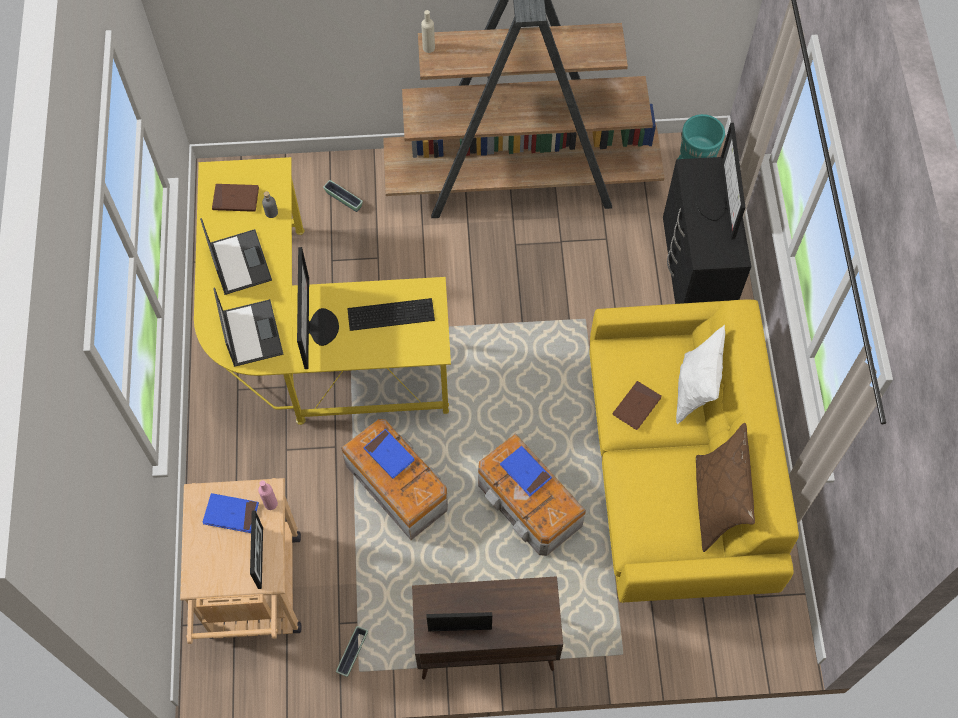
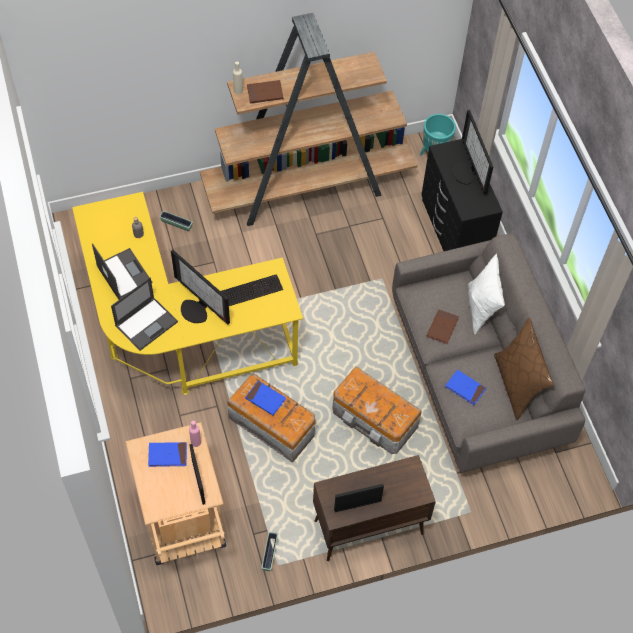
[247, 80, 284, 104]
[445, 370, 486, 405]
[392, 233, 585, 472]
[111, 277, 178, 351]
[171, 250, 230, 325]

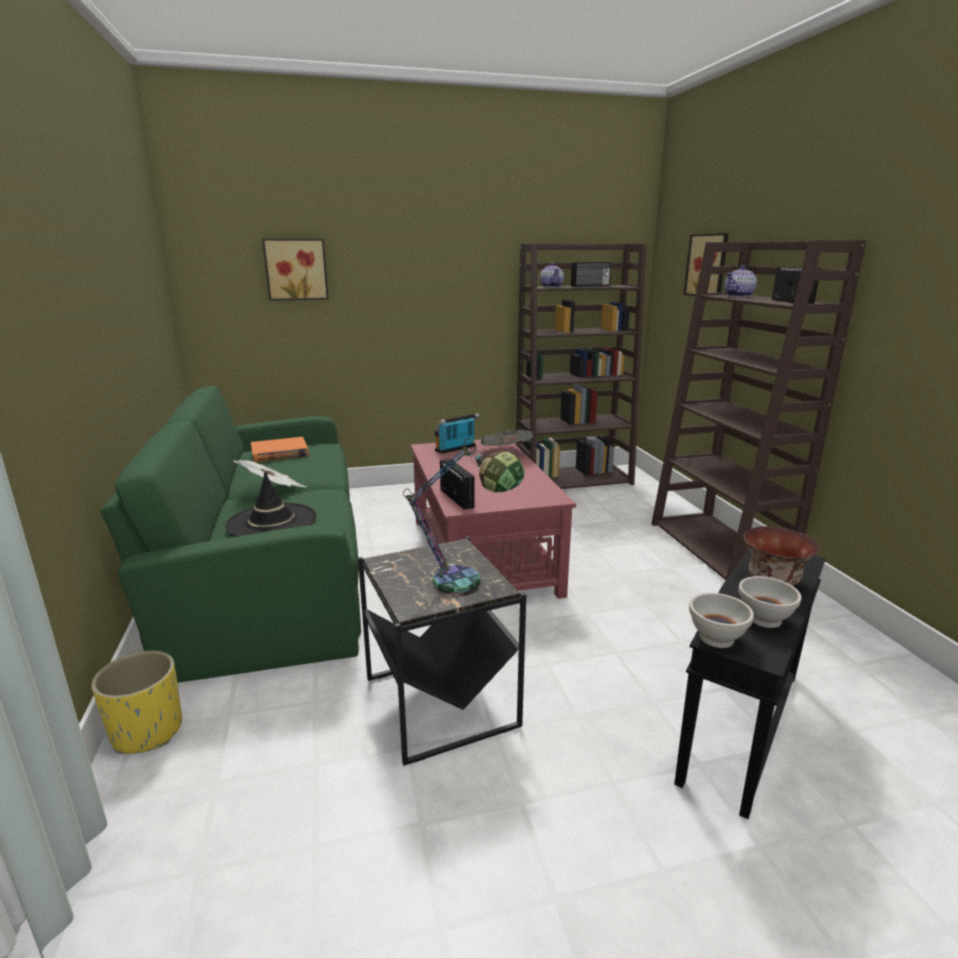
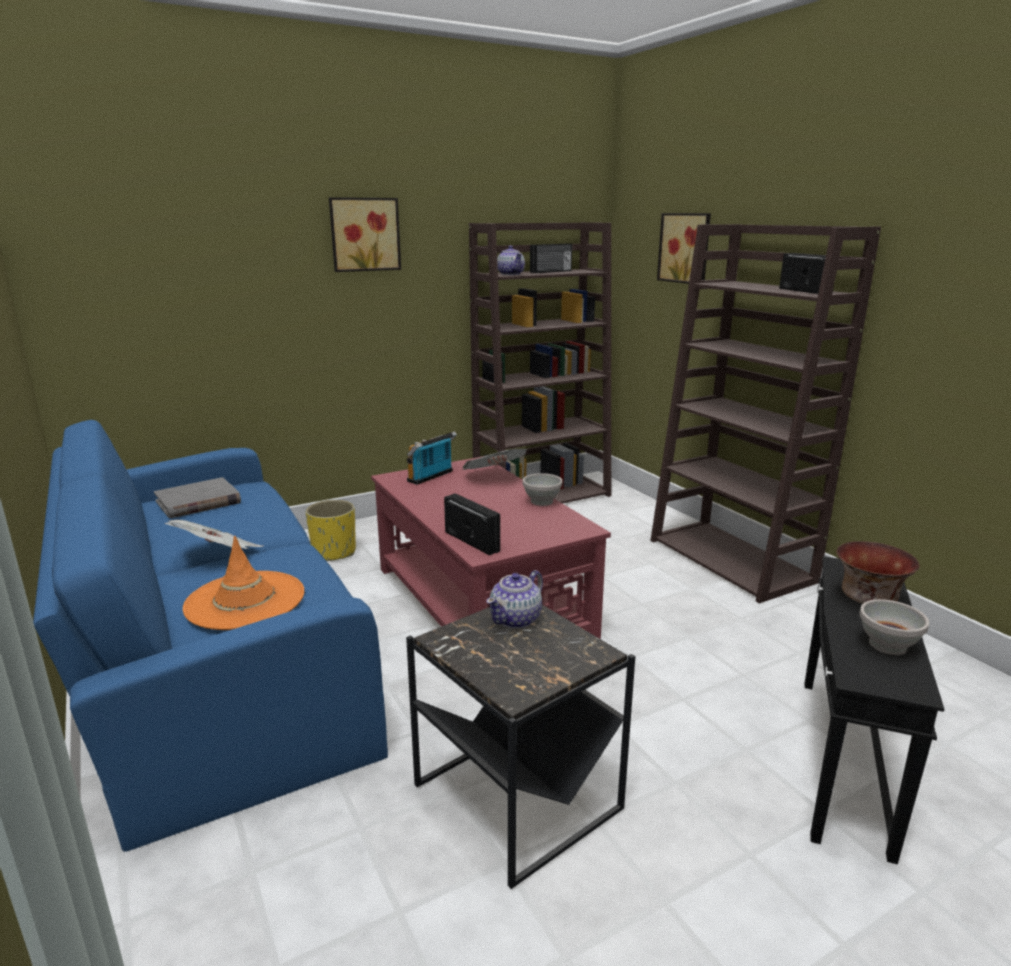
[403, 438, 525, 594] (first image)
[305, 500, 356, 561]
[329, 197, 401, 272]
[523, 473, 562, 506]
[486, 570, 543, 629]
[33, 420, 388, 852]
[183, 535, 304, 630]
[154, 477, 241, 518]

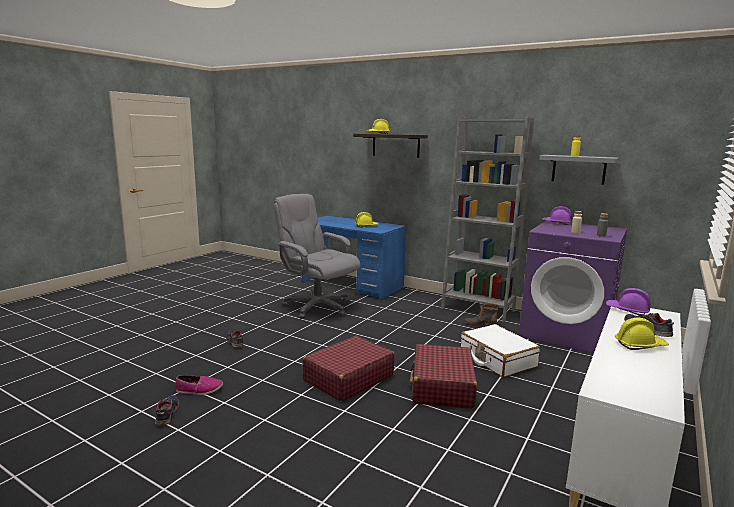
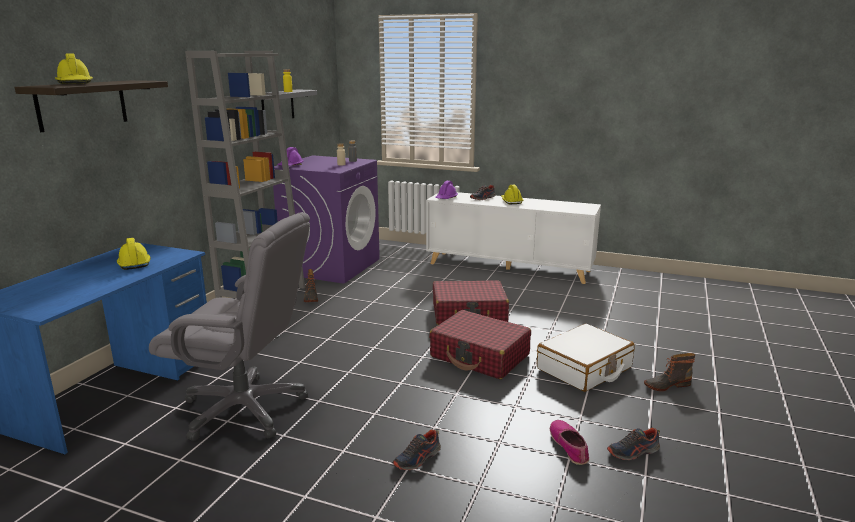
[644, 353, 695, 391]
[537, 324, 634, 392]
[149, 212, 310, 441]

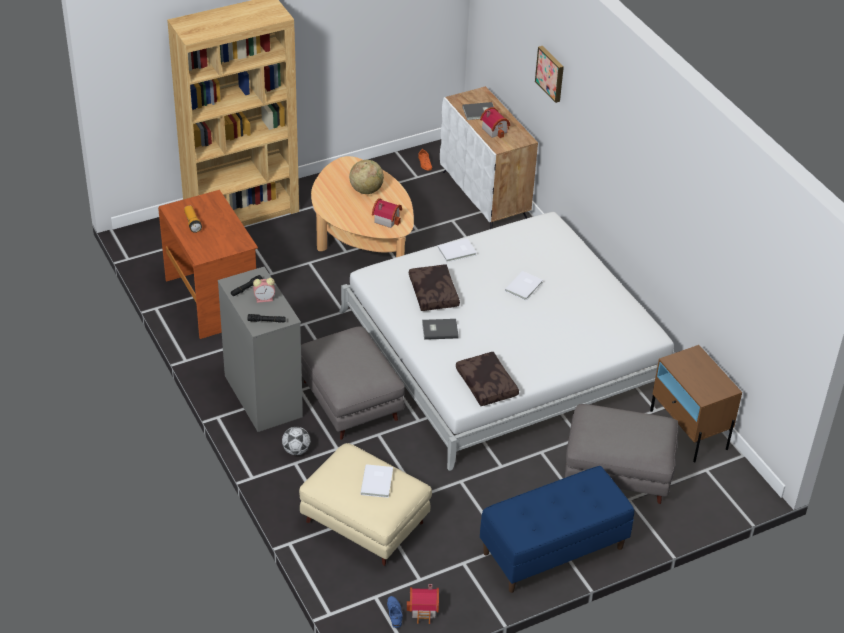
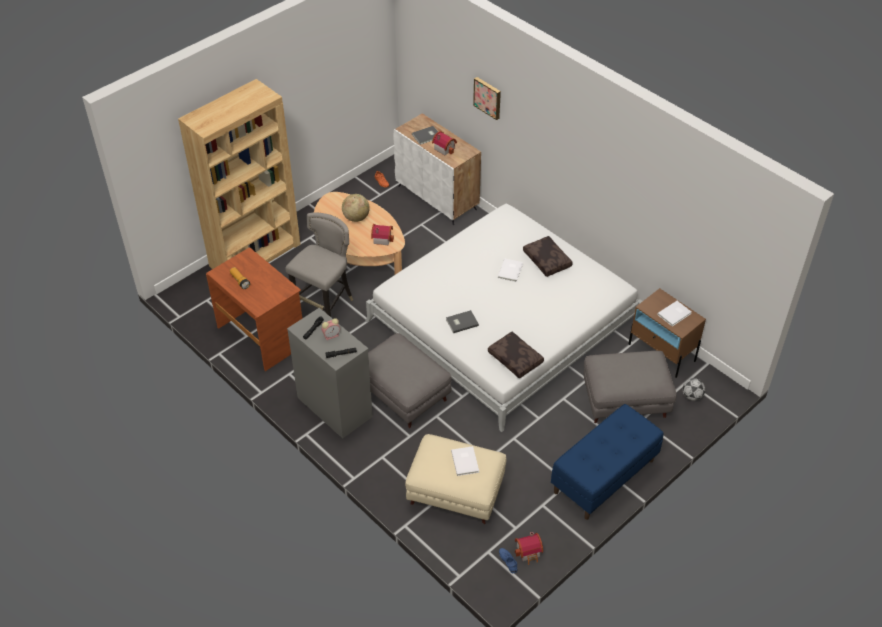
[285, 212, 353, 317]
[683, 378, 705, 401]
[523, 236, 573, 277]
[658, 301, 691, 326]

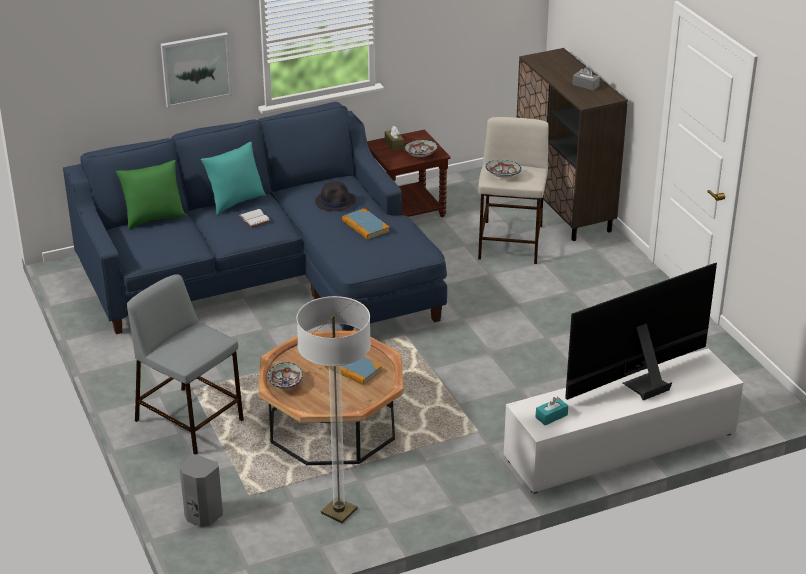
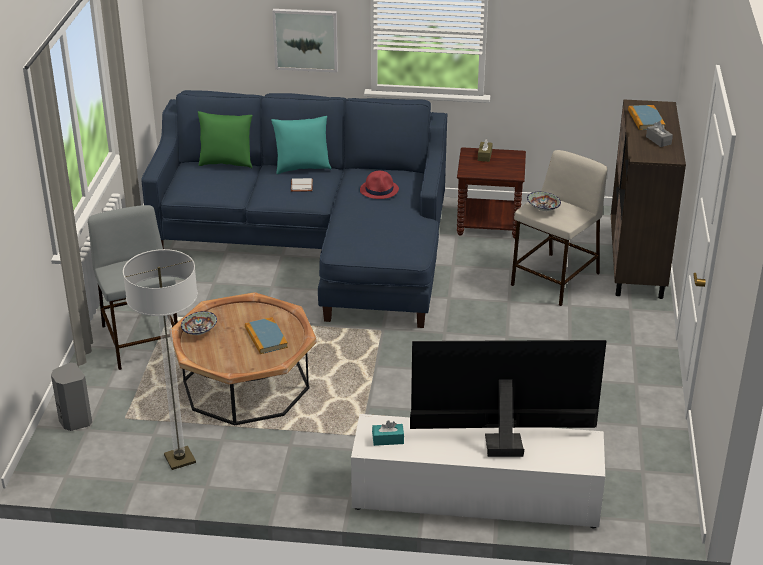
[404, 140, 438, 157] (first image)
[628, 105, 665, 130]
[360, 171, 399, 199]

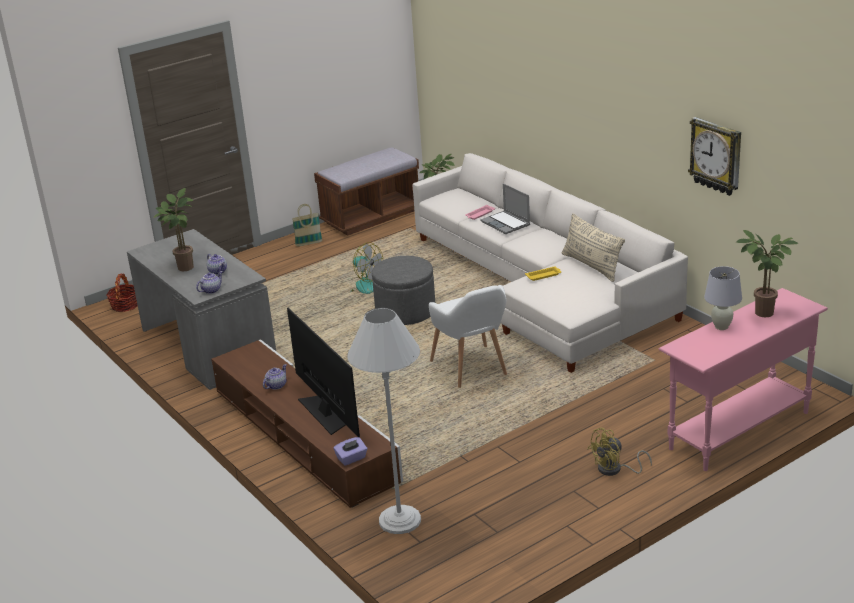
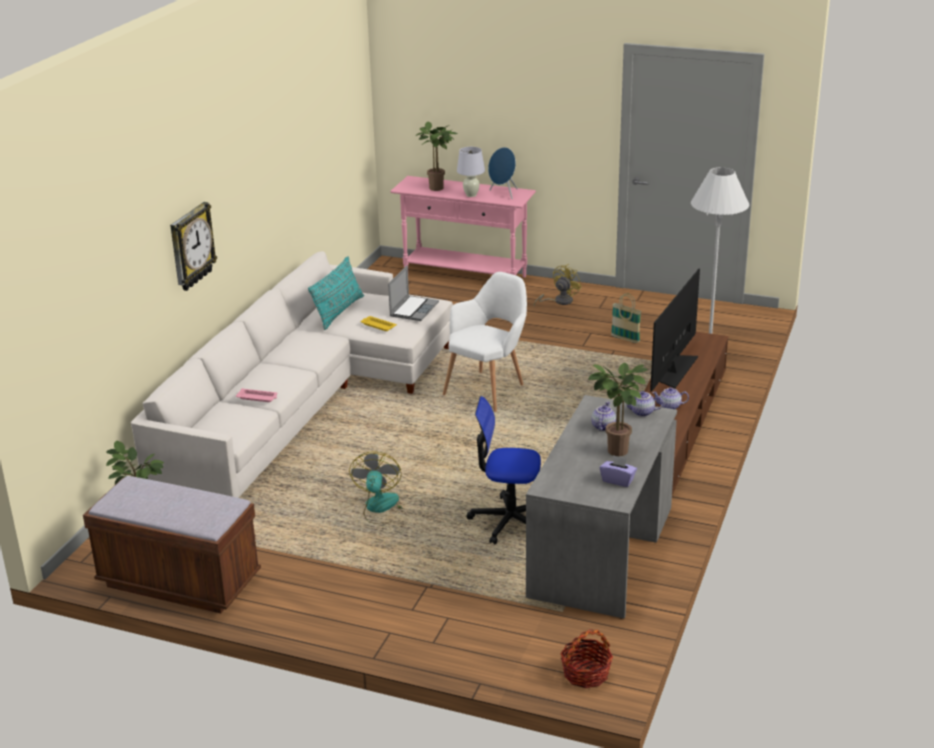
[372, 256, 435, 325] (first image)
[466, 396, 541, 544]
[488, 147, 518, 199]
[611, 293, 642, 343]
[600, 456, 637, 487]
[388, 265, 439, 321]
[170, 202, 217, 291]
[308, 256, 364, 330]
[534, 264, 582, 305]

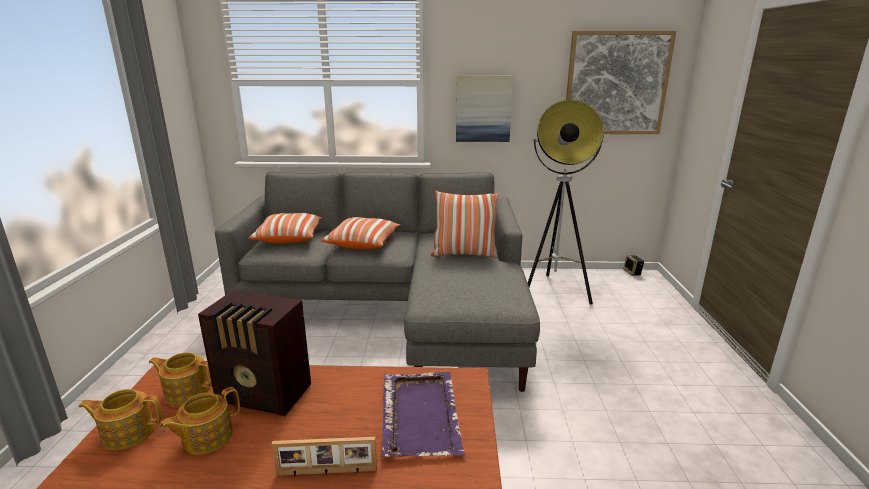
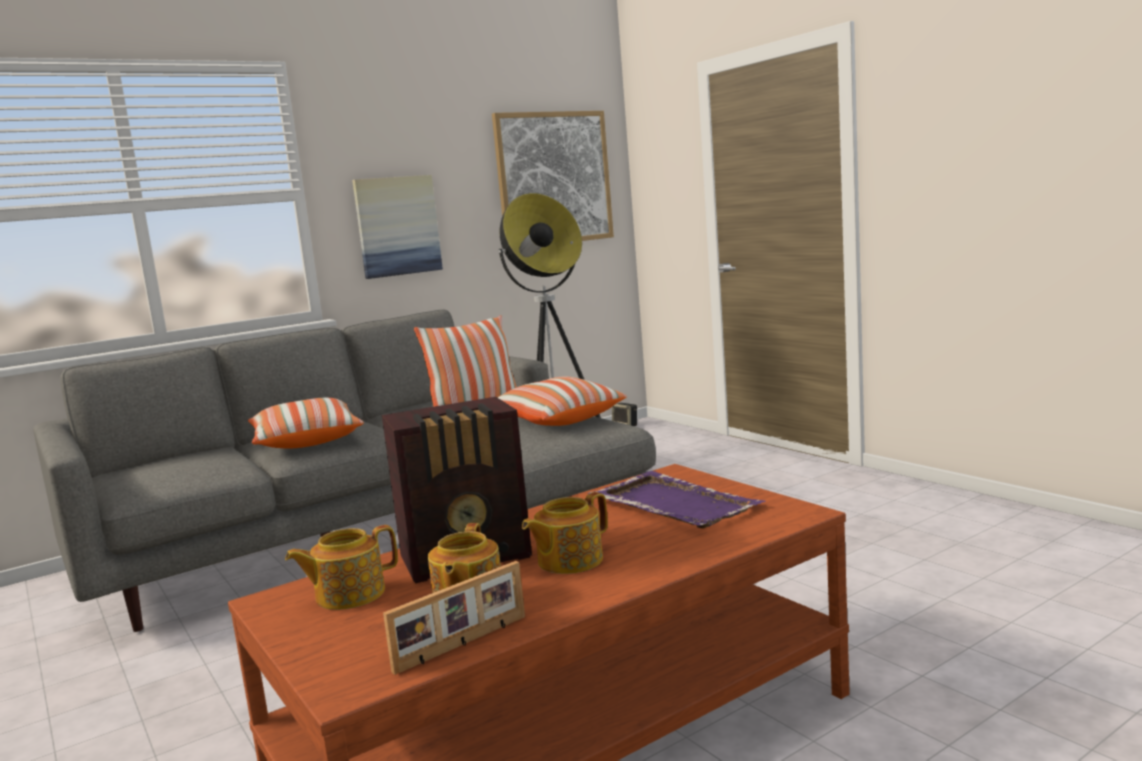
[522, 492, 608, 574]
[497, 377, 626, 426]
[383, 561, 525, 675]

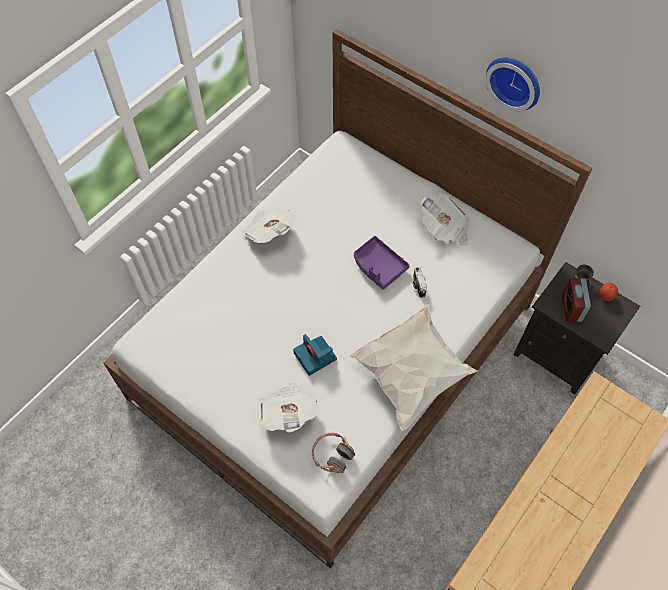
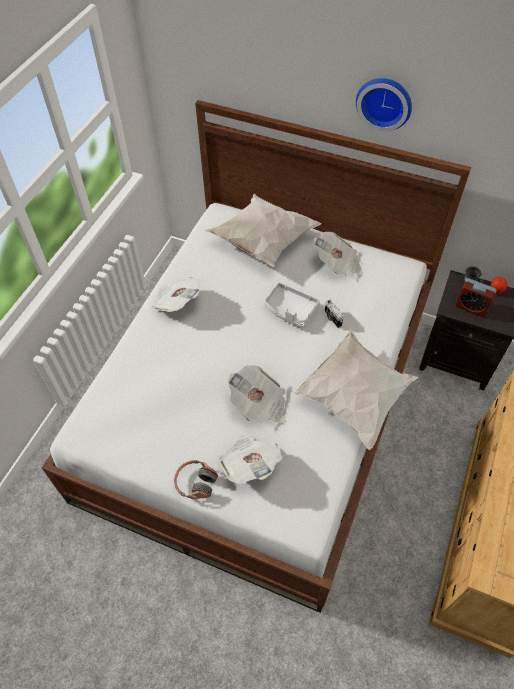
[205, 194, 321, 267]
[174, 460, 218, 499]
[228, 365, 285, 423]
[264, 282, 320, 328]
[455, 278, 496, 317]

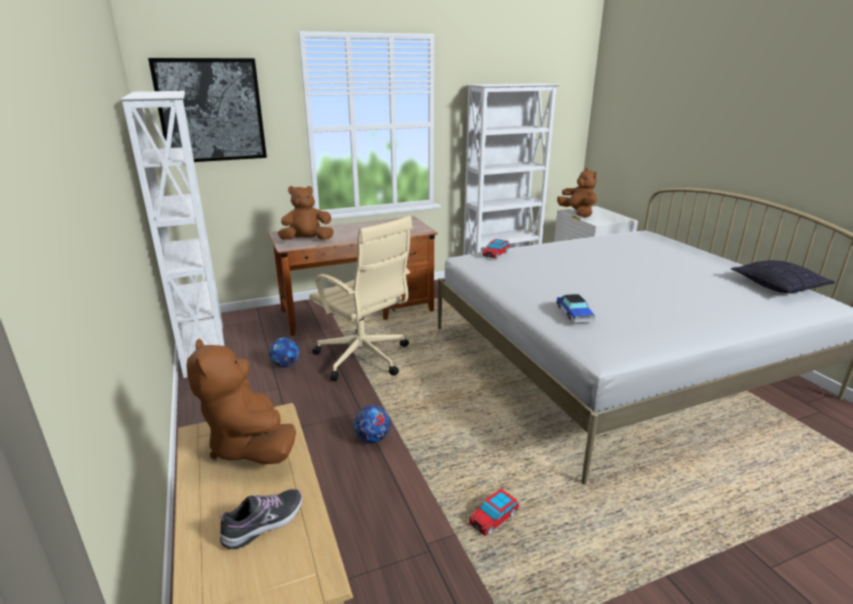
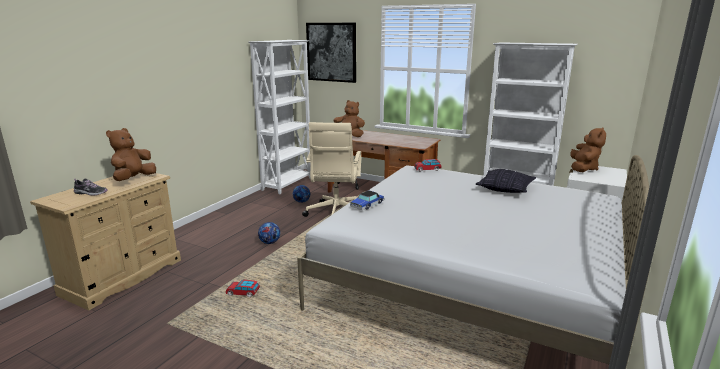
[476, 169, 536, 193]

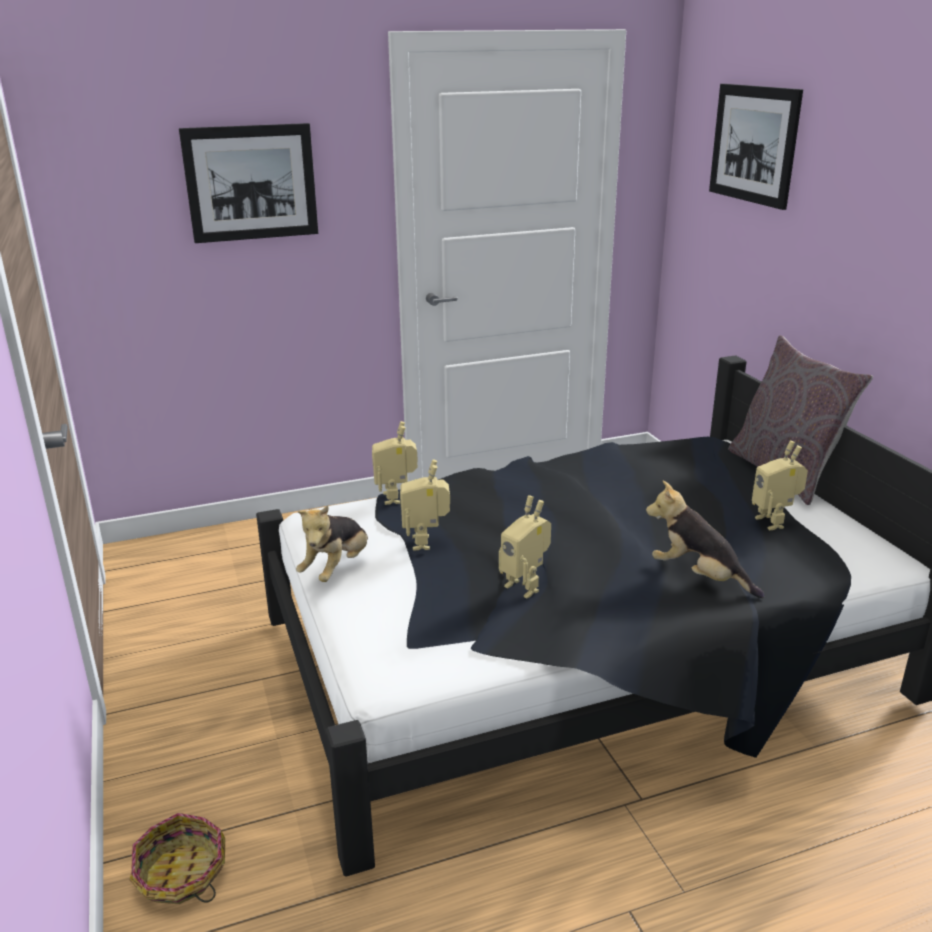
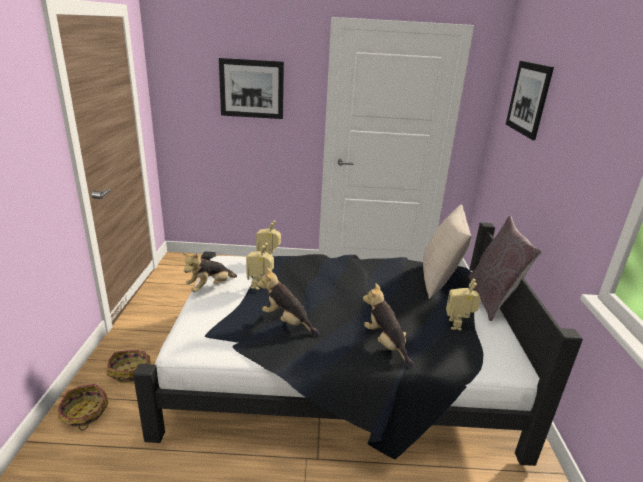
[106, 350, 151, 383]
[423, 205, 472, 299]
[257, 267, 320, 335]

